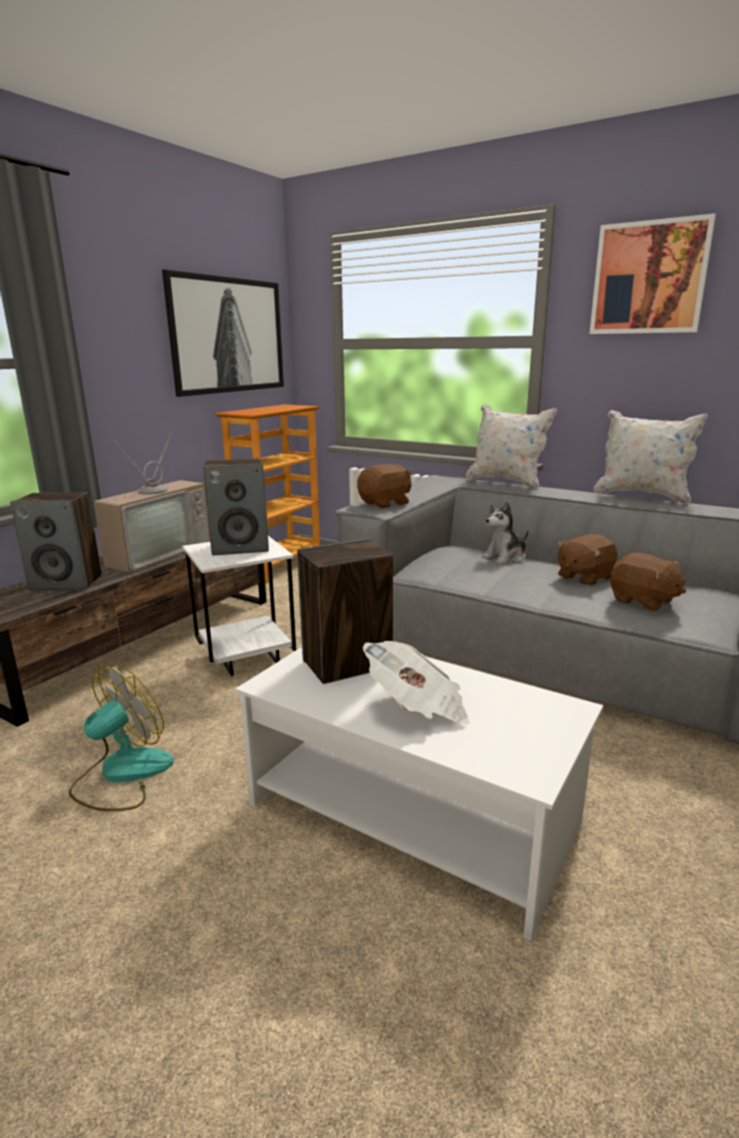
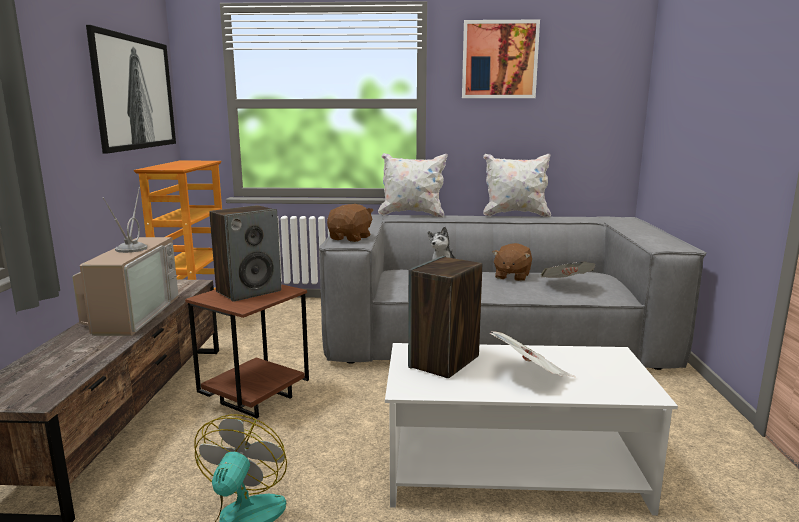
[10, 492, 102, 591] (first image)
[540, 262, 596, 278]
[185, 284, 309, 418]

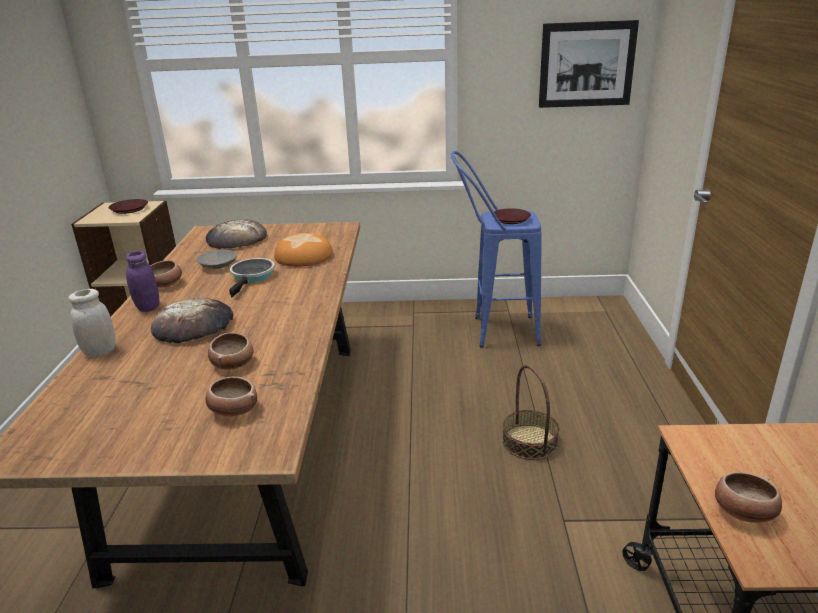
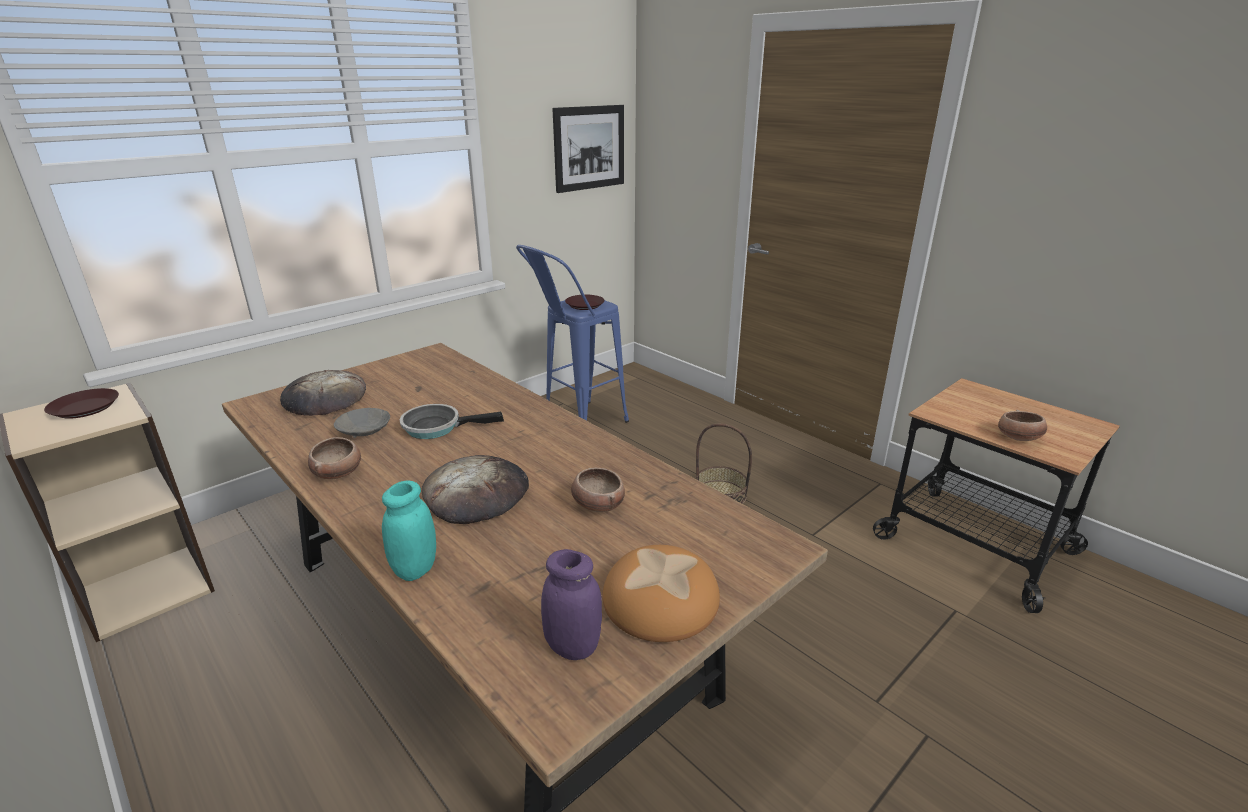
[205, 377, 257, 417] (first image)
[541, 549, 602, 660]
[603, 545, 720, 642]
[382, 481, 436, 581]
[400, 404, 504, 439]

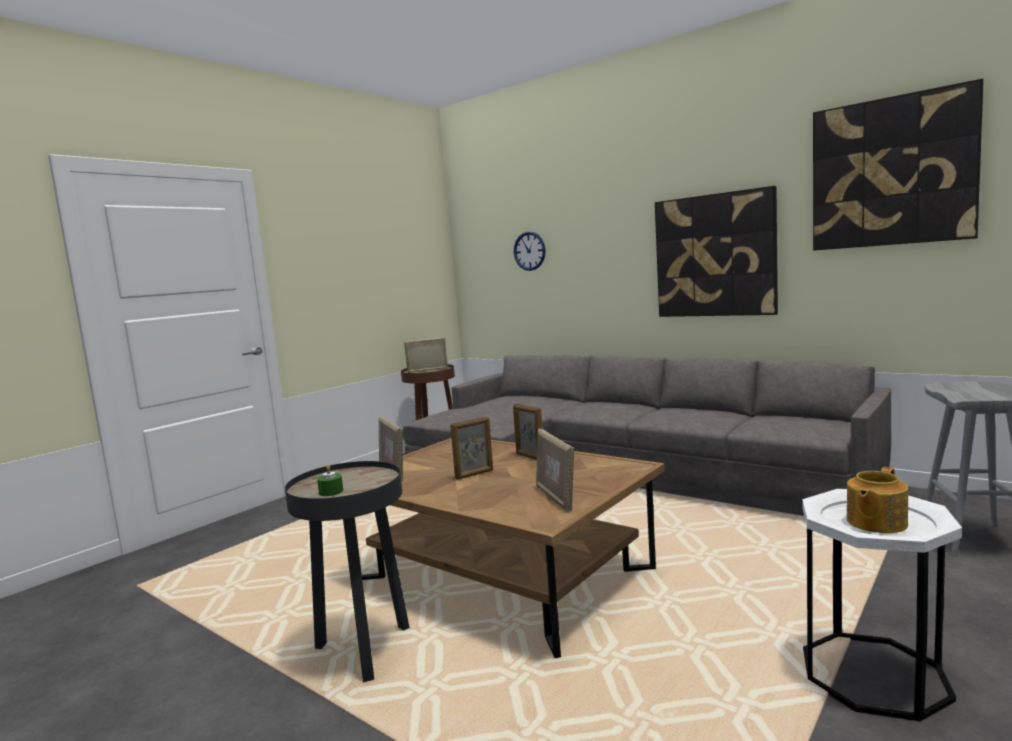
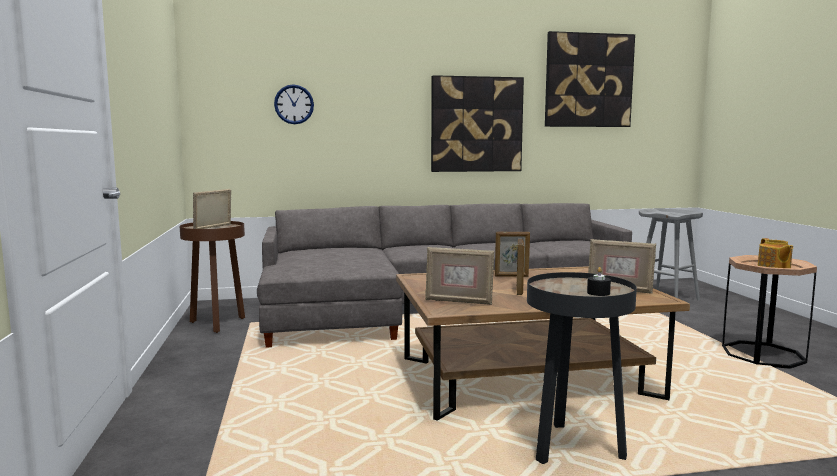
[587, 267, 611, 296]
[722, 255, 817, 369]

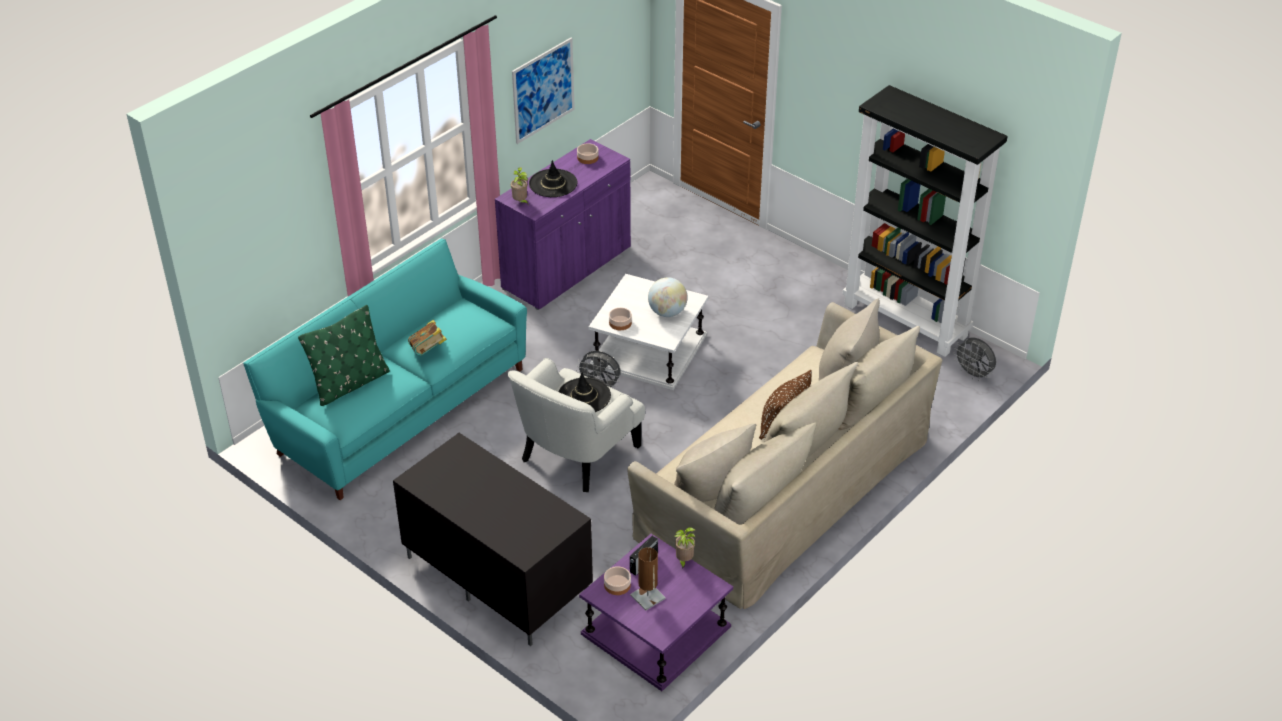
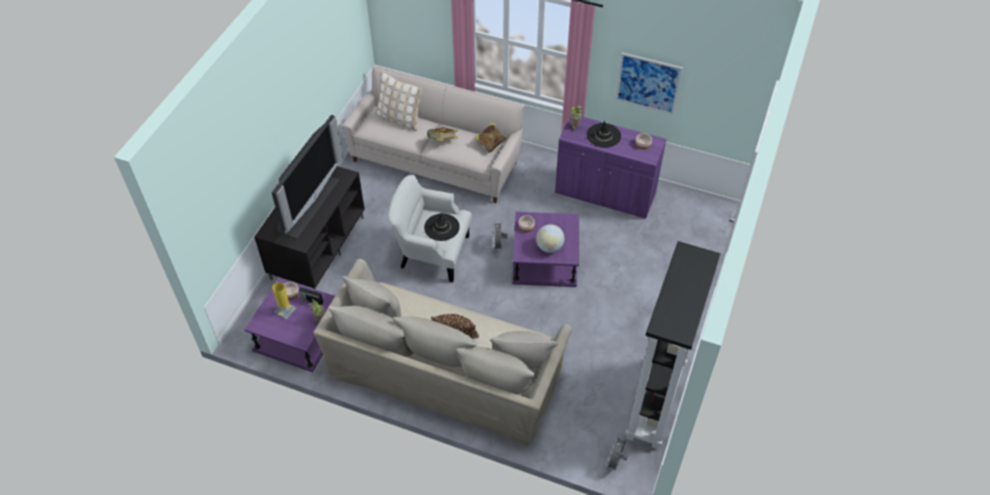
[271, 115, 343, 239]
[475, 122, 506, 153]
[342, 65, 525, 203]
[375, 71, 423, 131]
[512, 212, 579, 287]
[272, 282, 297, 319]

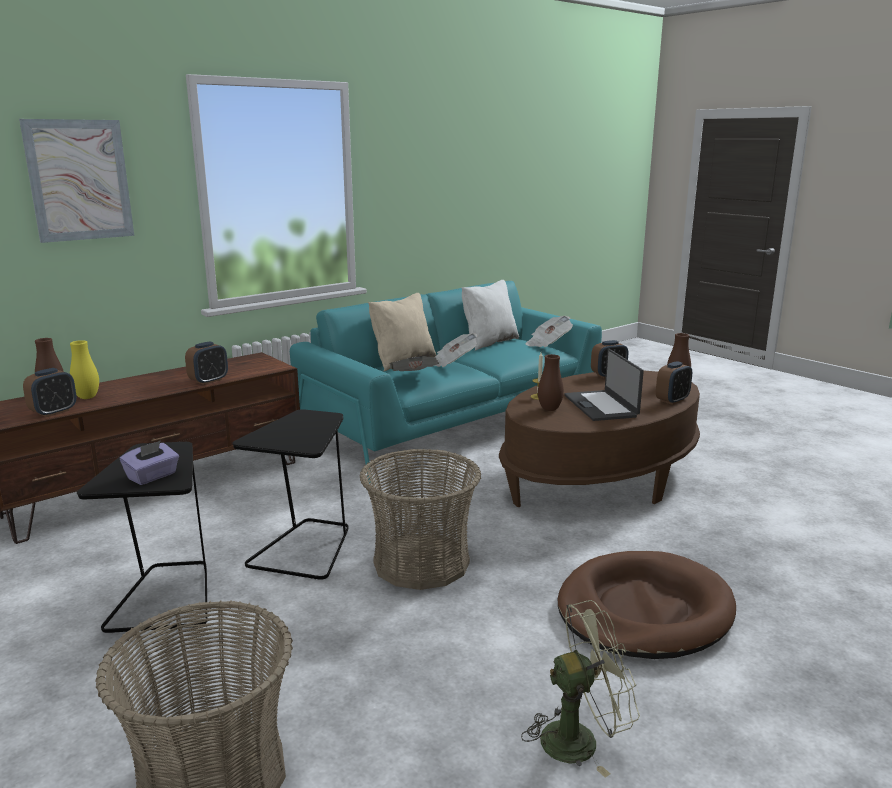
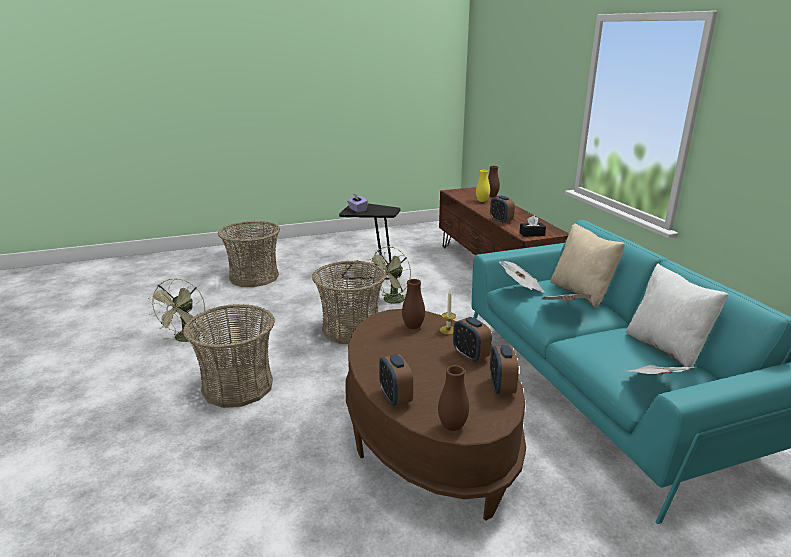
[19, 119, 134, 243] (first image)
[564, 349, 644, 421] (first image)
[519, 216, 546, 237]
[453, 317, 492, 363]
[368, 246, 411, 304]
[183, 304, 275, 408]

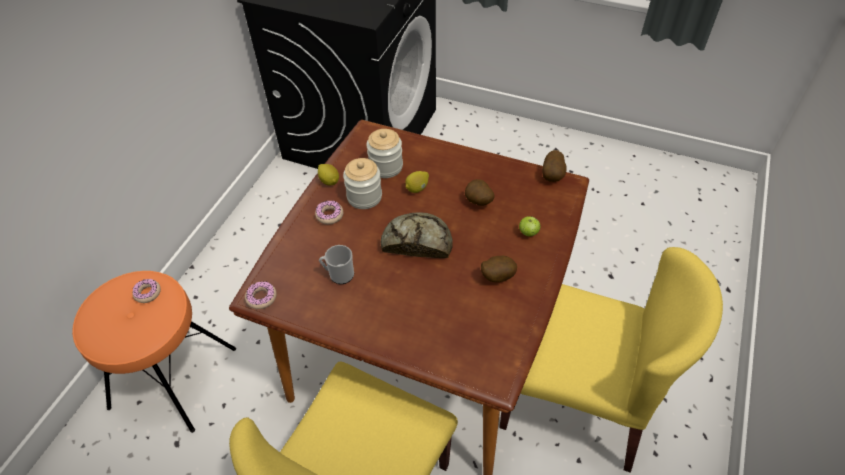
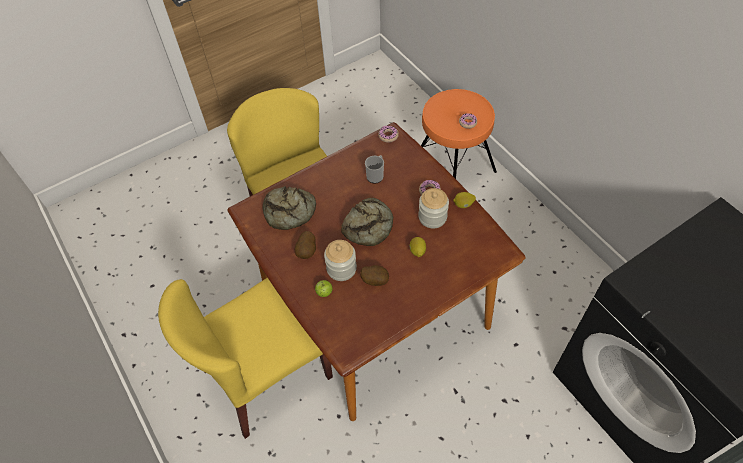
[542, 150, 567, 182] (first image)
[263, 186, 316, 230]
[324, 240, 357, 281]

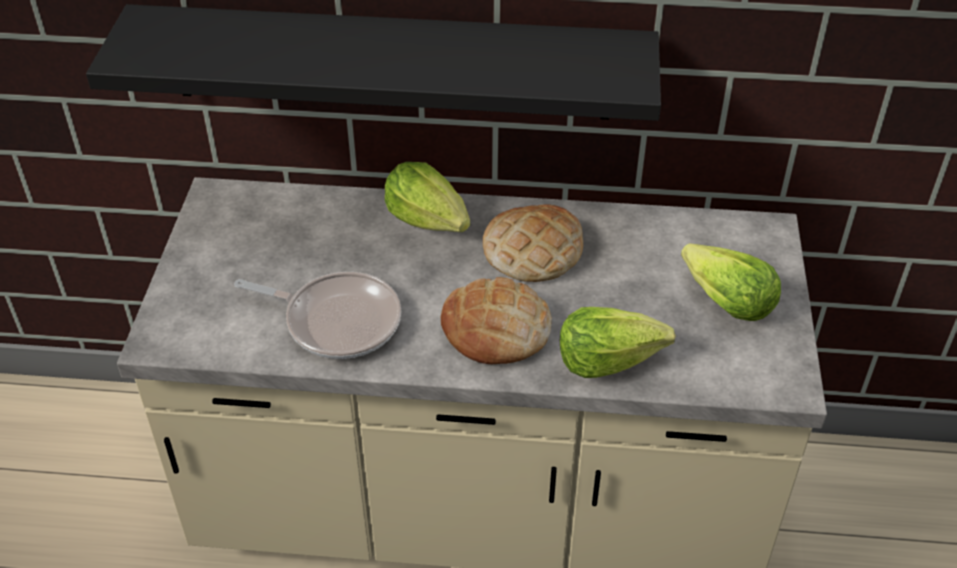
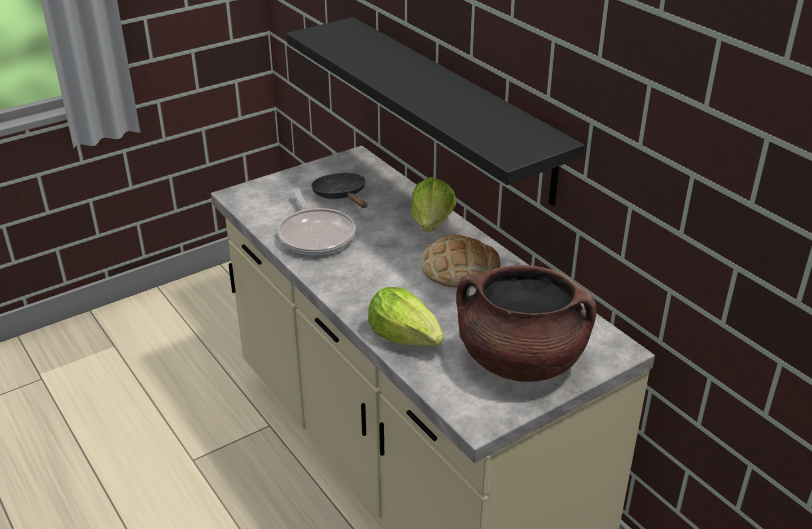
[441, 277, 552, 364] (first image)
[311, 173, 368, 208]
[456, 265, 596, 382]

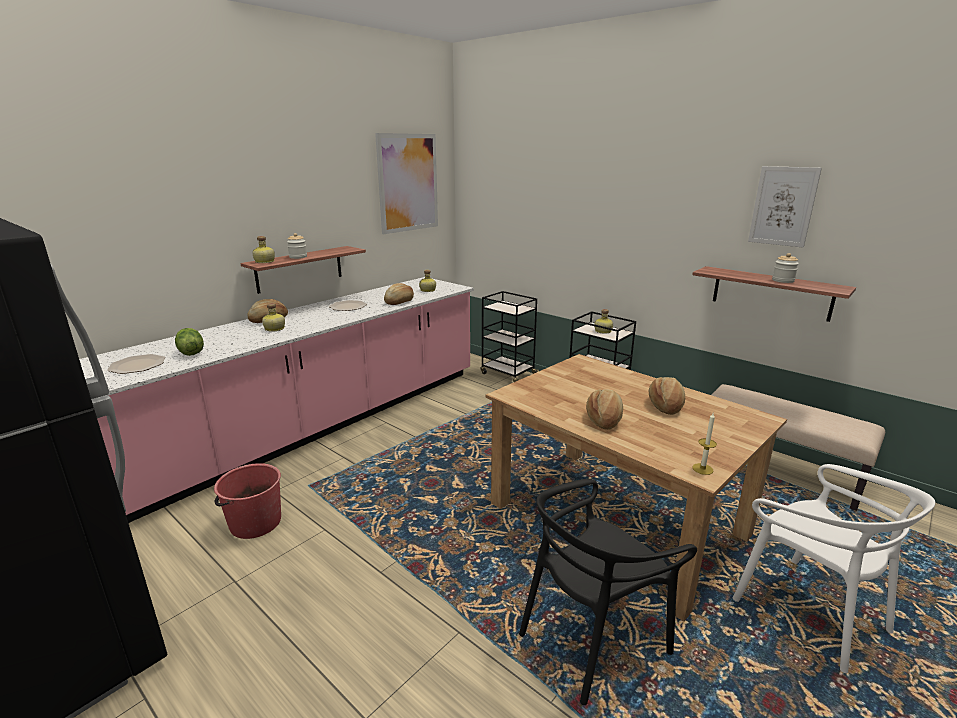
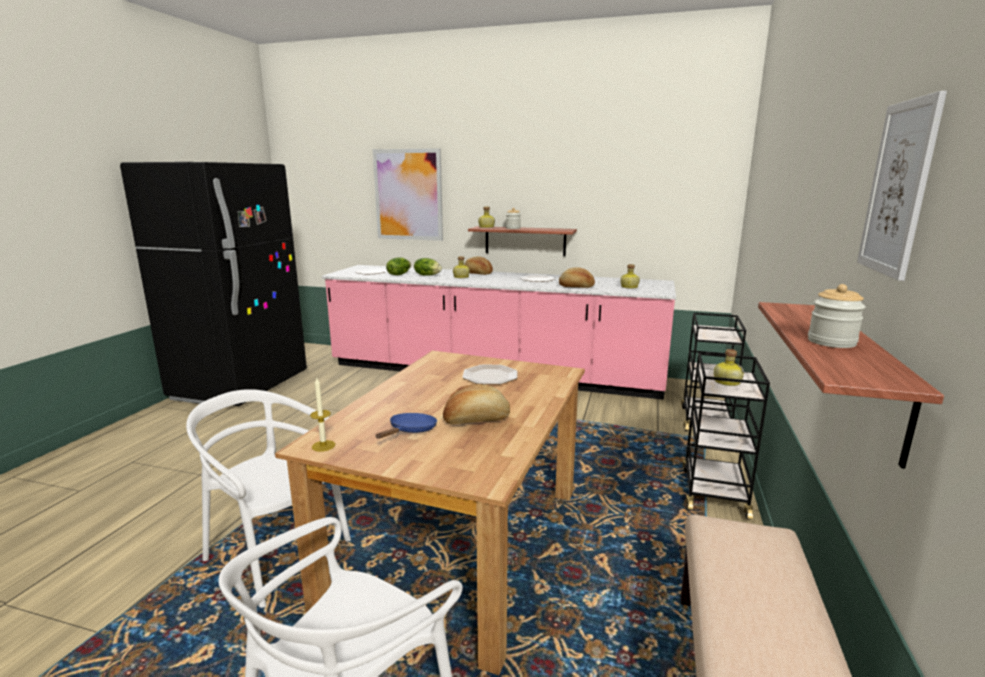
[214, 463, 281, 539] (first image)
[586, 389, 623, 430] (first image)
[376, 413, 437, 438]
[414, 258, 442, 276]
[463, 365, 517, 385]
[373, 148, 443, 241]
[186, 389, 351, 608]

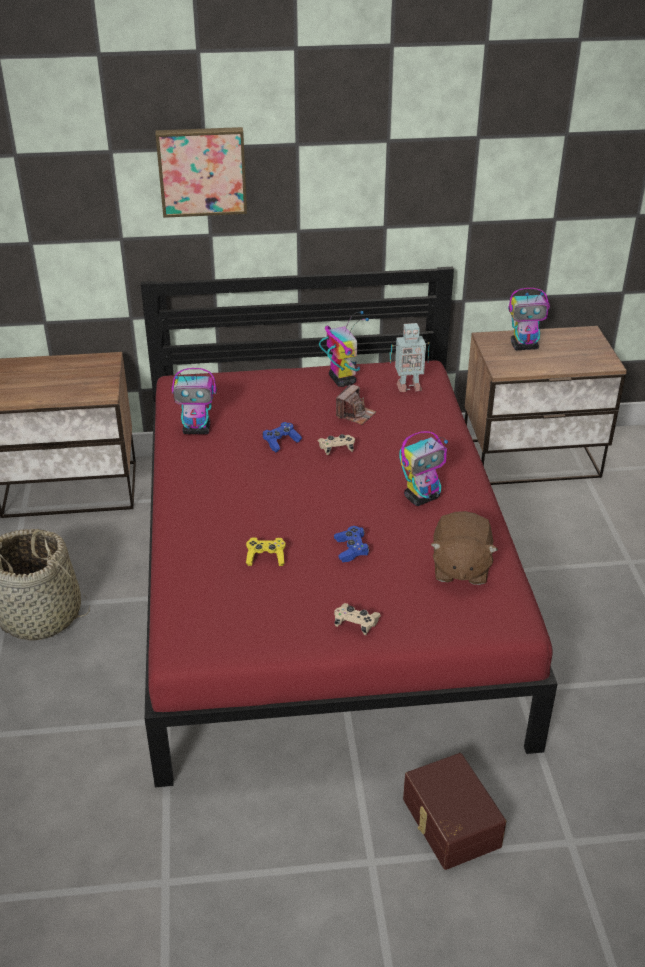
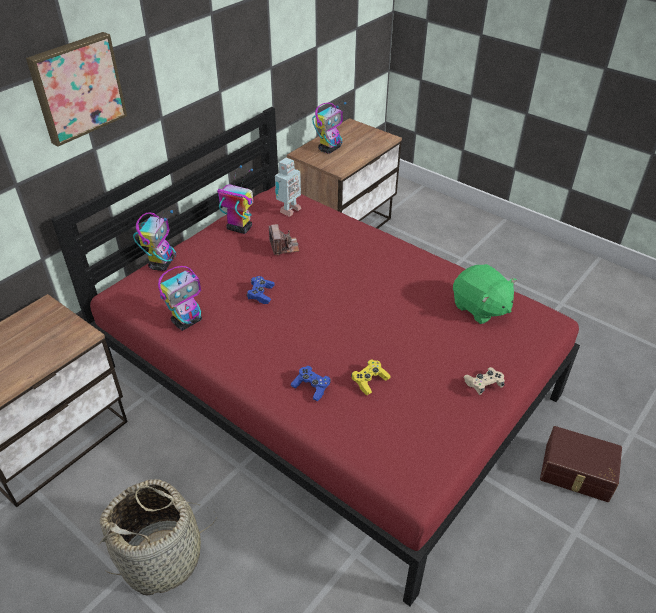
[318, 434, 355, 455] (first image)
[291, 366, 331, 401]
[133, 210, 176, 271]
[453, 264, 517, 324]

